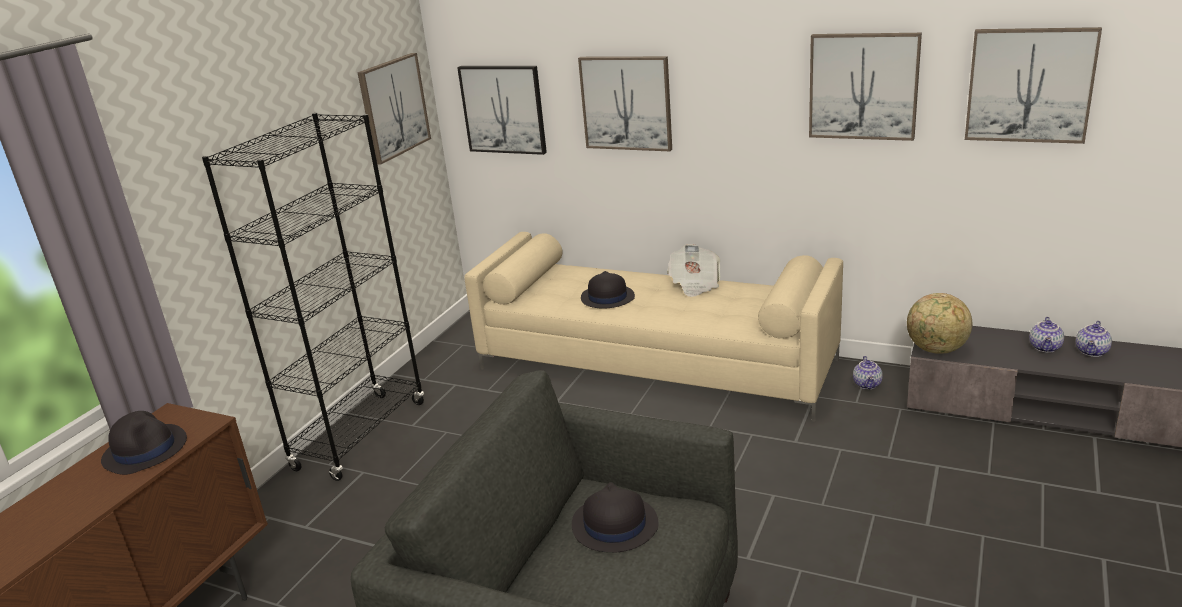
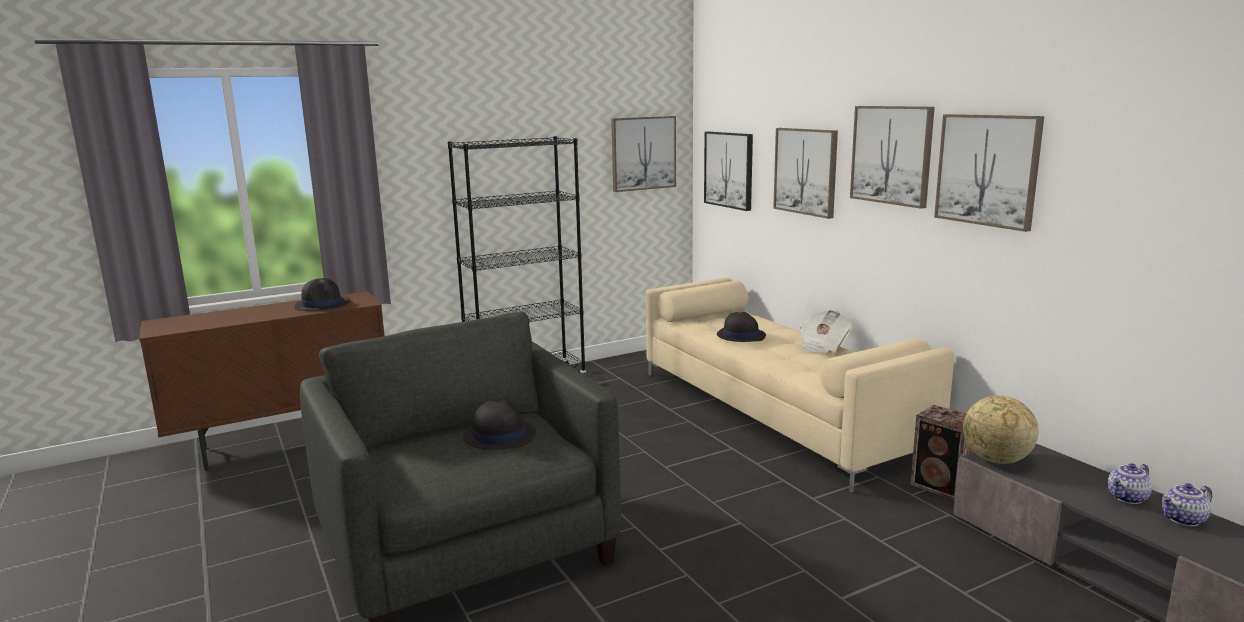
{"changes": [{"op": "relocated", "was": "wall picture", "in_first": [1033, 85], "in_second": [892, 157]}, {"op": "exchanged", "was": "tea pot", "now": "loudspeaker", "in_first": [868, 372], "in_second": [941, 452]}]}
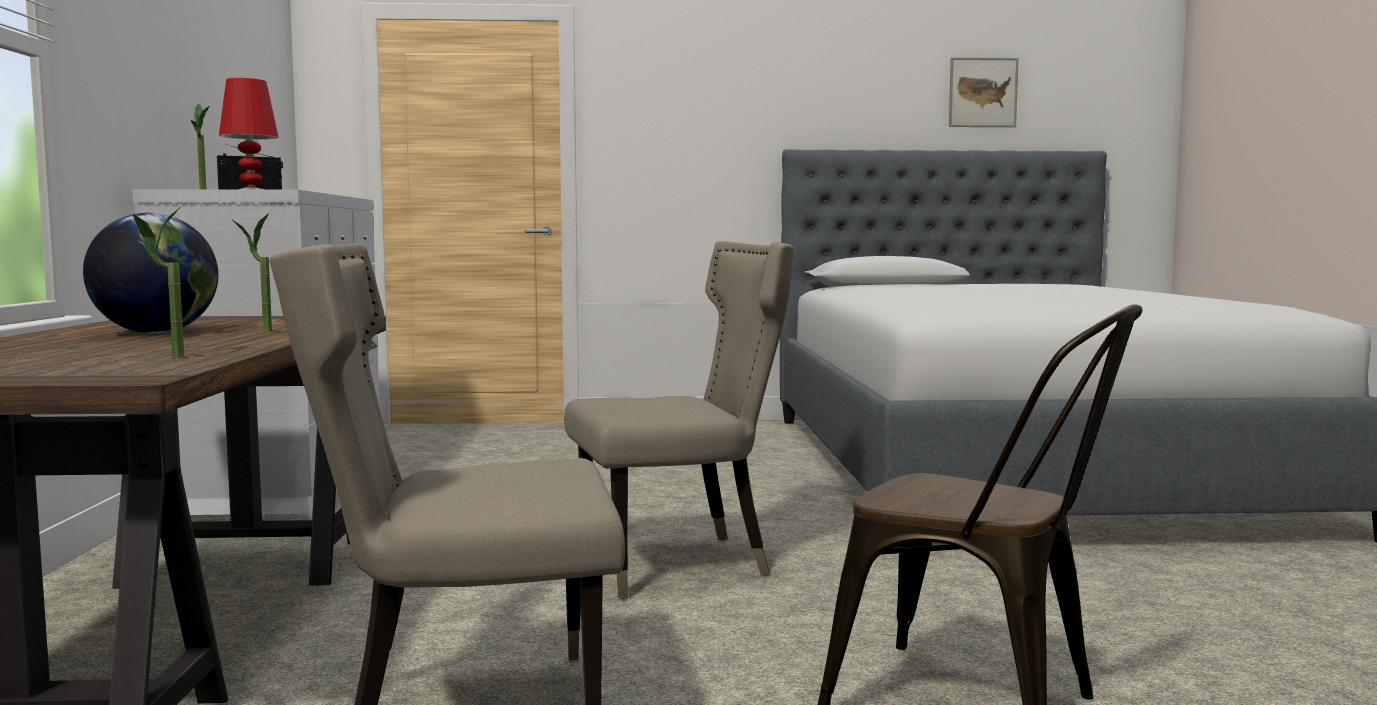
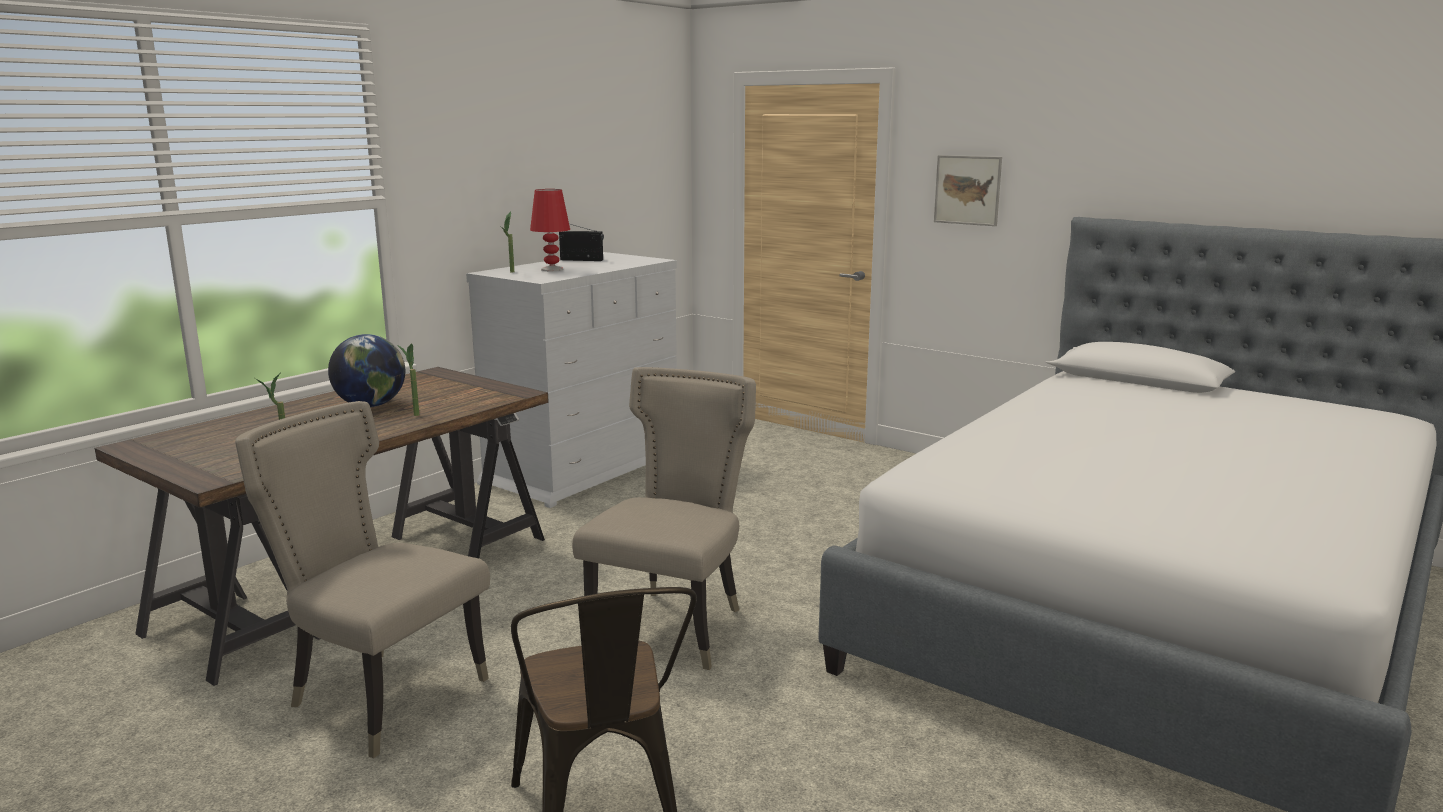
{"changes": [{"op": "relocated", "was": "wall picture", "in_first": [984, 92], "in_second": [968, 190]}, {"op": "spun", "was": "beige chair", "in_first": [679, 420], "in_second": [664, 518], "clockwise": -90}]}
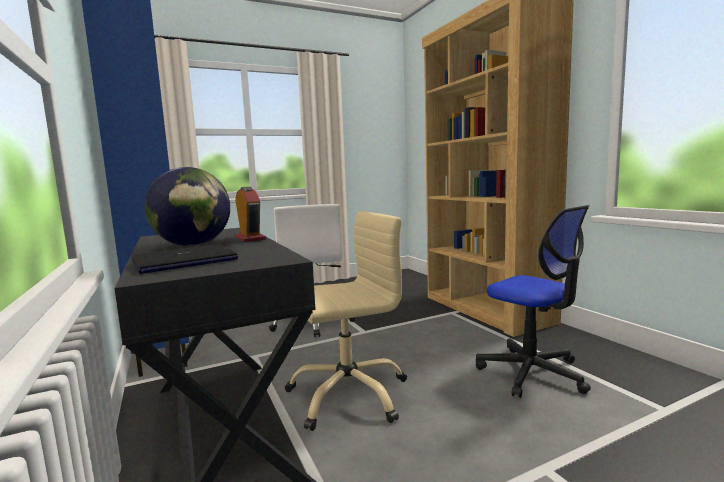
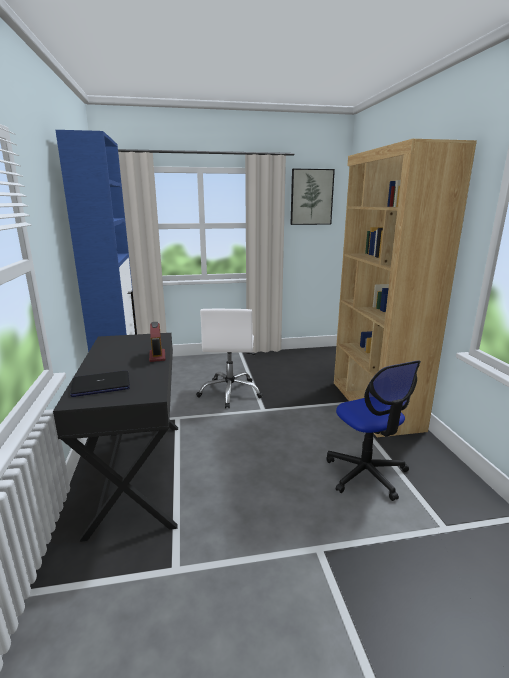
{"changes": [{"op": "missing", "was": "desk globe", "in_first": [187, 206]}, {"op": "missing", "was": "beige computer chair", "in_first": [346, 321]}, {"op": "appeared", "now": "wall picture", "in_second": [312, 197]}]}
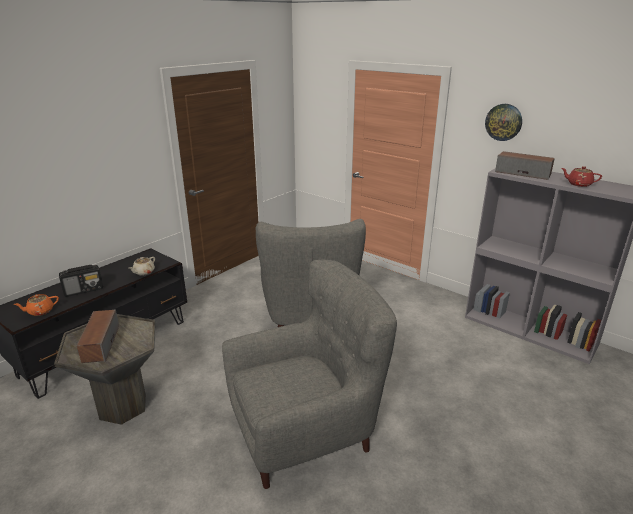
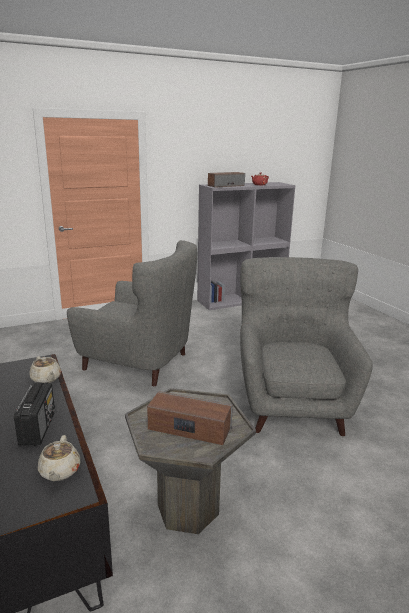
{"changes": [{"op": "missing", "was": "wall clock", "in_first": [503, 122]}, {"op": "colour", "was": "orange tea pot", "now": "beige tea pot", "in_first": [36, 305], "in_second": [59, 458]}]}
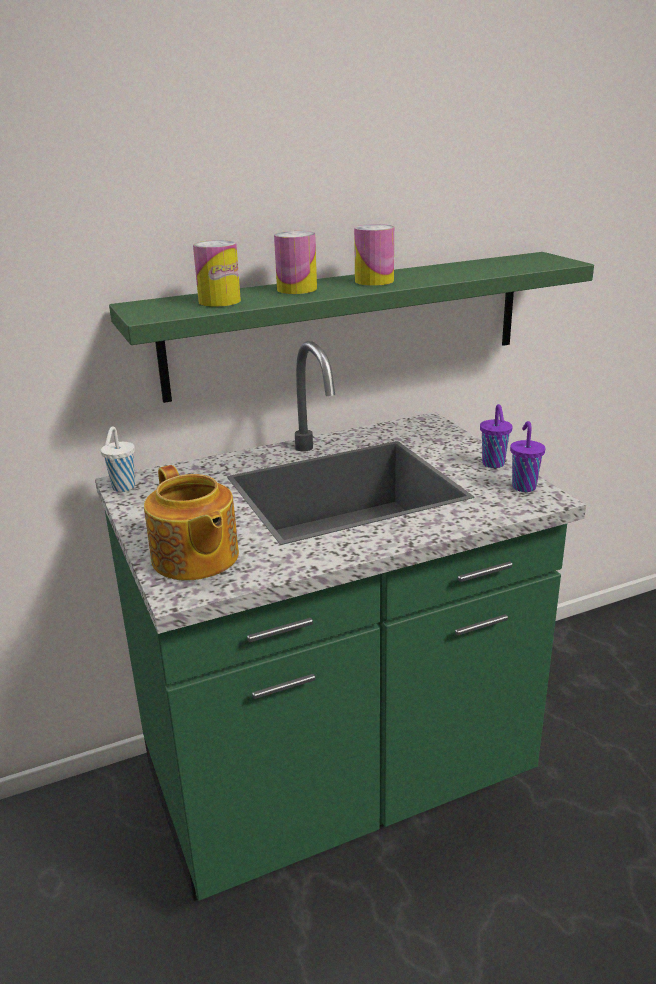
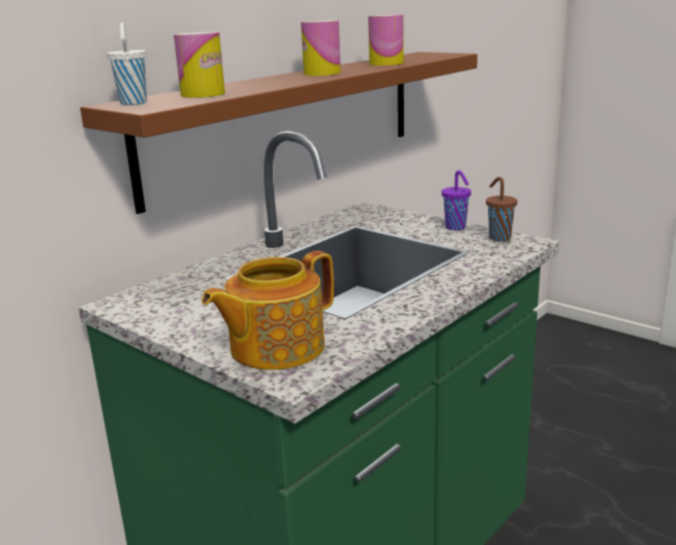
{"changes": [{"op": "relocated", "was": "white-coloured small cup", "in_first": [118, 459], "in_second": [127, 63]}, {"op": "relocated", "was": "can", "in_first": [295, 262], "in_second": [386, 40]}, {"op": "colour", "was": "green-coloured shelf", "now": "brown shelf", "in_first": [351, 327], "in_second": [278, 133]}, {"op": "colour", "was": "purple-coloured small cup", "now": "brown small cup", "in_first": [528, 456], "in_second": [501, 209]}, {"op": "spun", "was": "tea pot", "in_first": [191, 523], "in_second": [268, 310], "clockwise": 105}]}
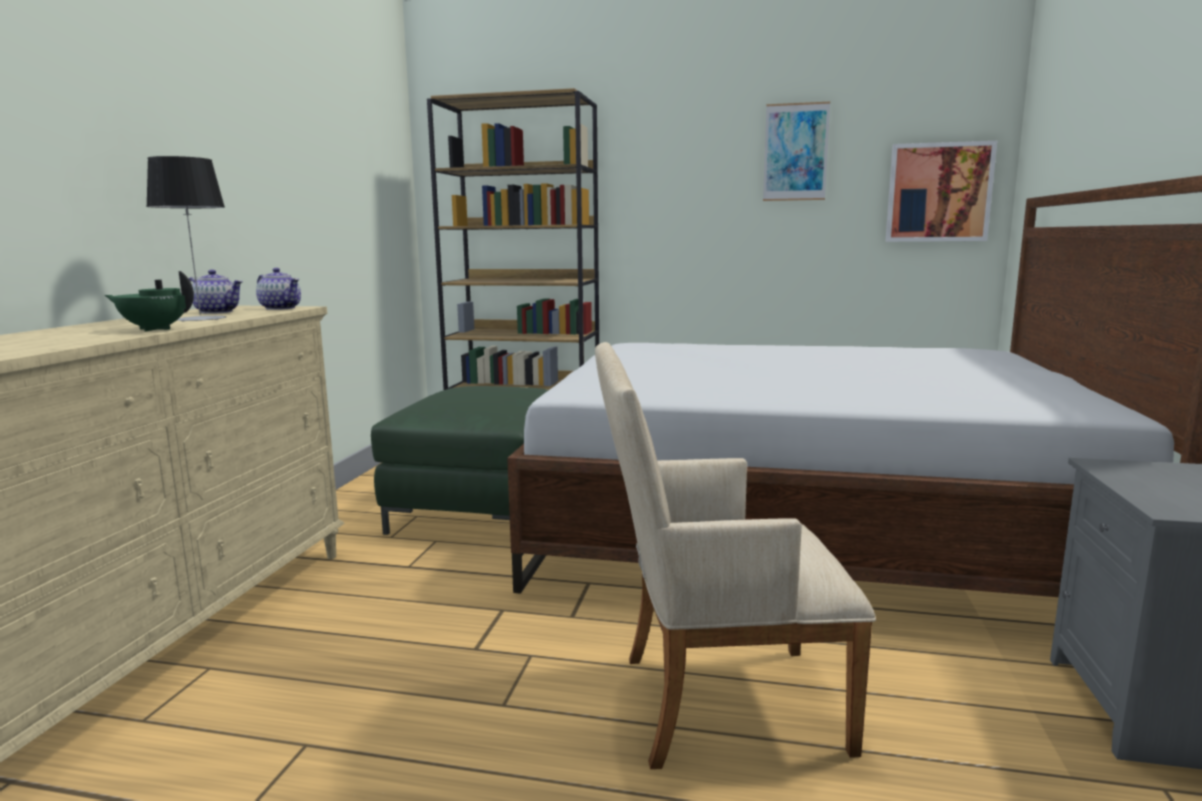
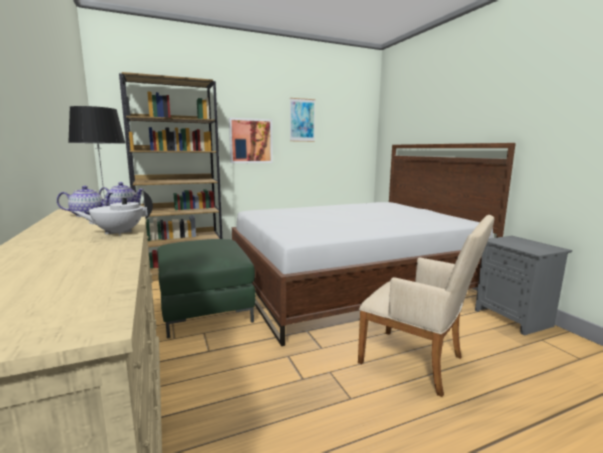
{"changes": [{"op": "relocated", "was": "wall picture", "in_first": [941, 191], "in_second": [251, 140]}, {"op": "colour", "was": "green-coloured tea pot", "now": "white-coloured tea pot", "in_first": [149, 301], "in_second": [113, 213]}, {"op": "spun", "was": "beige armchair", "in_first": [735, 555], "in_second": [426, 306], "clockwise": -105}]}
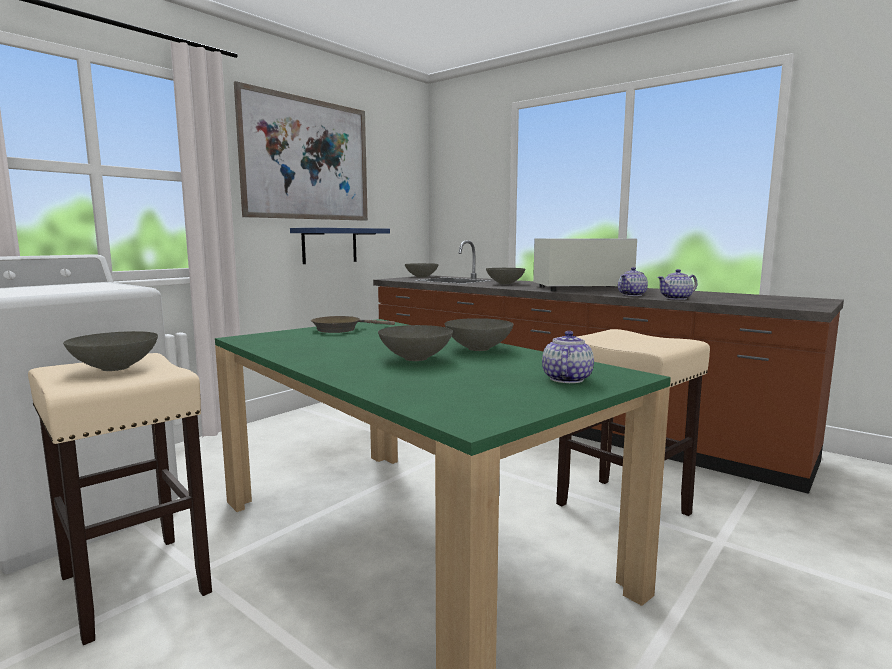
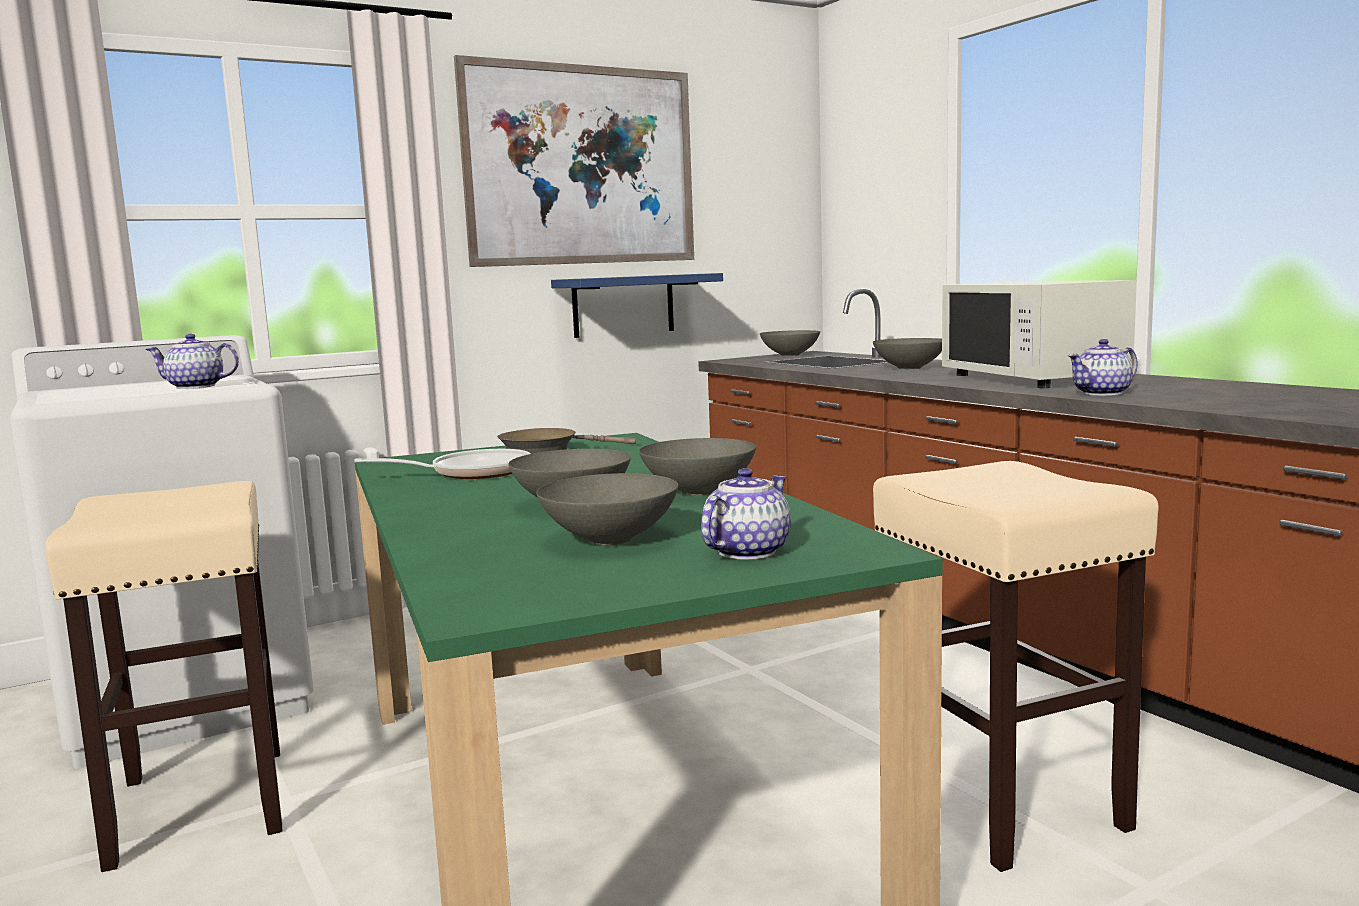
{"changes": [{"op": "appeared", "now": "skillet", "in_second": [443, 464]}, {"op": "relocated", "was": "gray deep dish", "in_first": [110, 351], "in_second": [607, 509]}, {"op": "relocated", "was": "tea pot", "in_first": [677, 284], "in_second": [192, 361]}, {"op": "spun", "was": "white-coloured kitchen microwave", "in_first": [585, 264], "in_second": [1039, 334], "clockwise": -120}]}
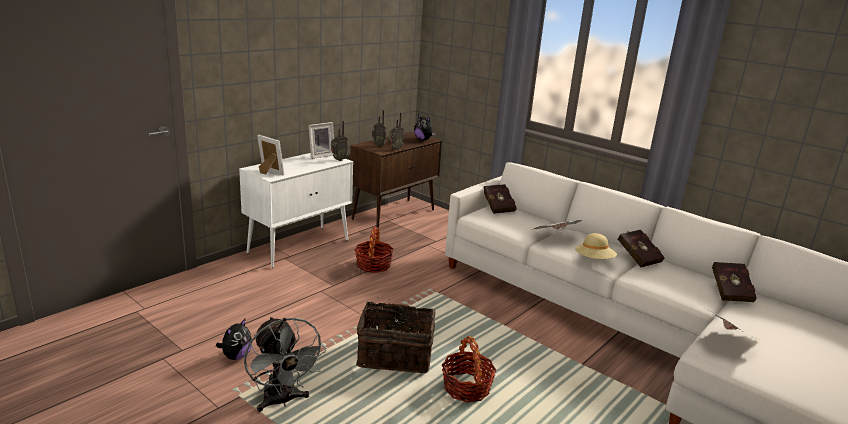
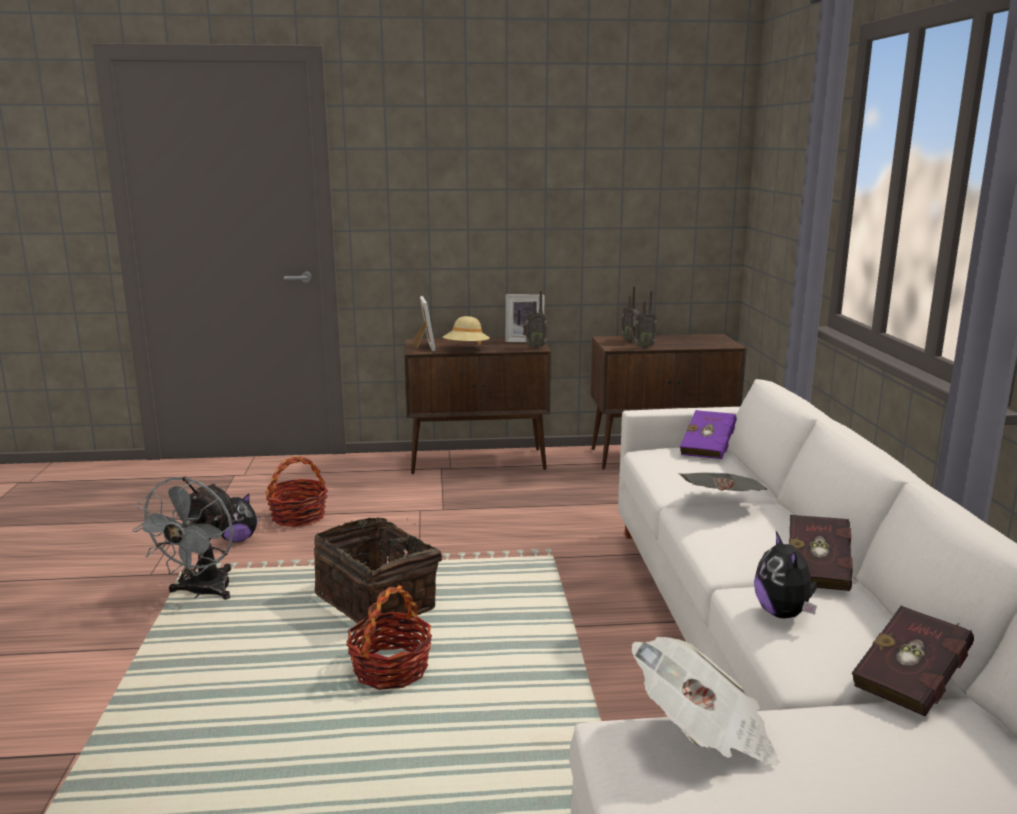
{"changes": [{"op": "relocated", "was": "storage basket", "in_first": [374, 250], "in_second": [297, 491]}, {"op": "relocated", "was": "soft toy", "in_first": [425, 127], "in_second": [785, 574]}, {"op": "relocated", "was": "beige wearable hat", "in_first": [596, 246], "in_second": [466, 330]}, {"op": "colour", "was": "white-coloured storage cabinet", "now": "brown storage cabinet", "in_first": [296, 210], "in_second": [477, 405]}, {"op": "colour", "was": "red volume", "now": "purple-coloured volume", "in_first": [500, 199], "in_second": [708, 434]}]}
